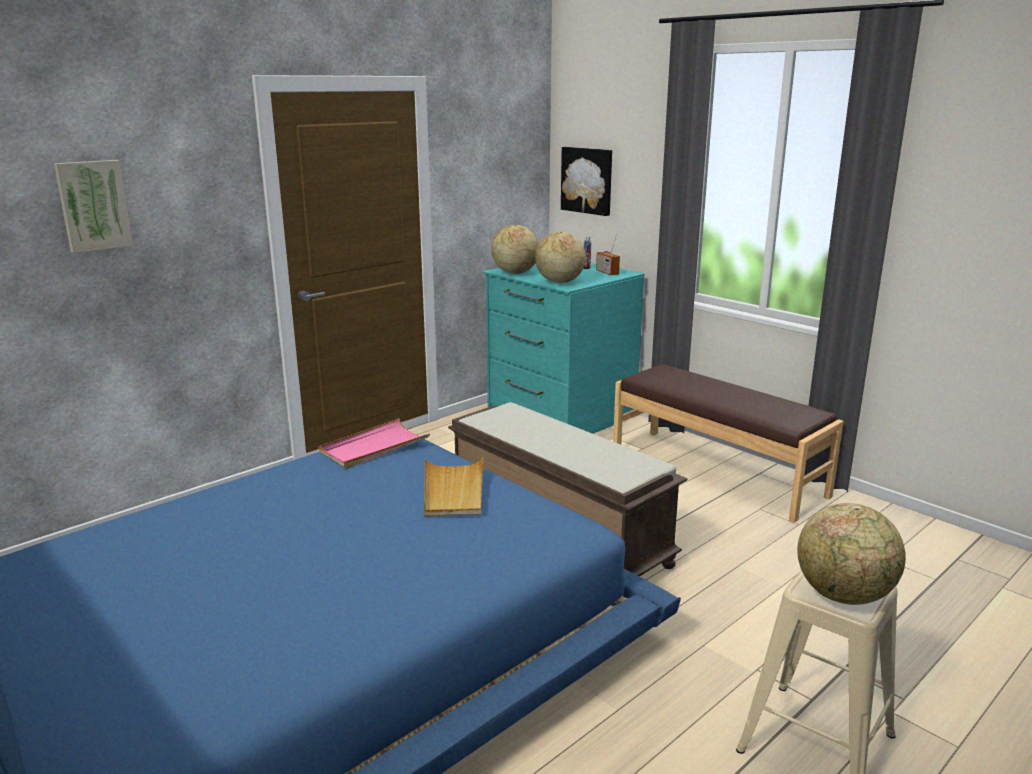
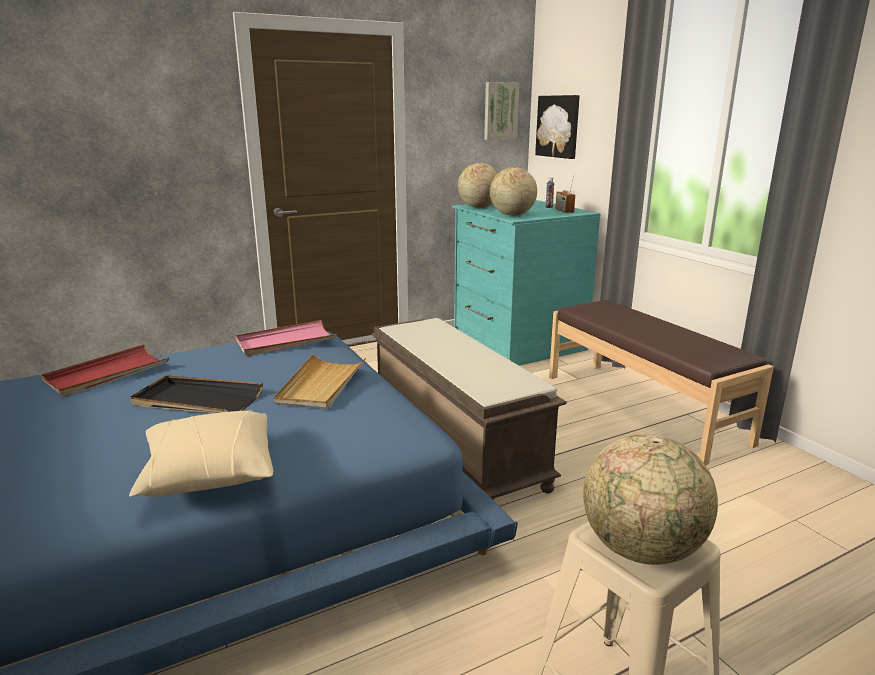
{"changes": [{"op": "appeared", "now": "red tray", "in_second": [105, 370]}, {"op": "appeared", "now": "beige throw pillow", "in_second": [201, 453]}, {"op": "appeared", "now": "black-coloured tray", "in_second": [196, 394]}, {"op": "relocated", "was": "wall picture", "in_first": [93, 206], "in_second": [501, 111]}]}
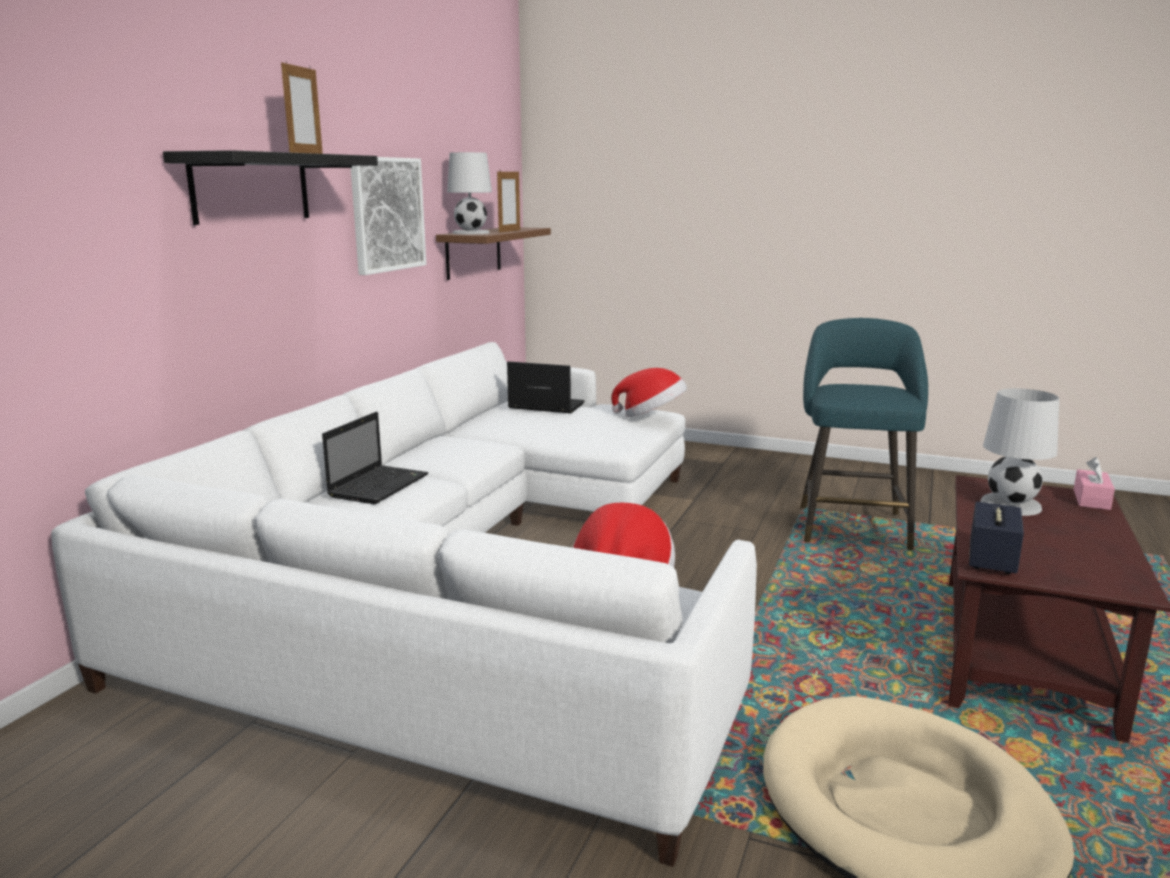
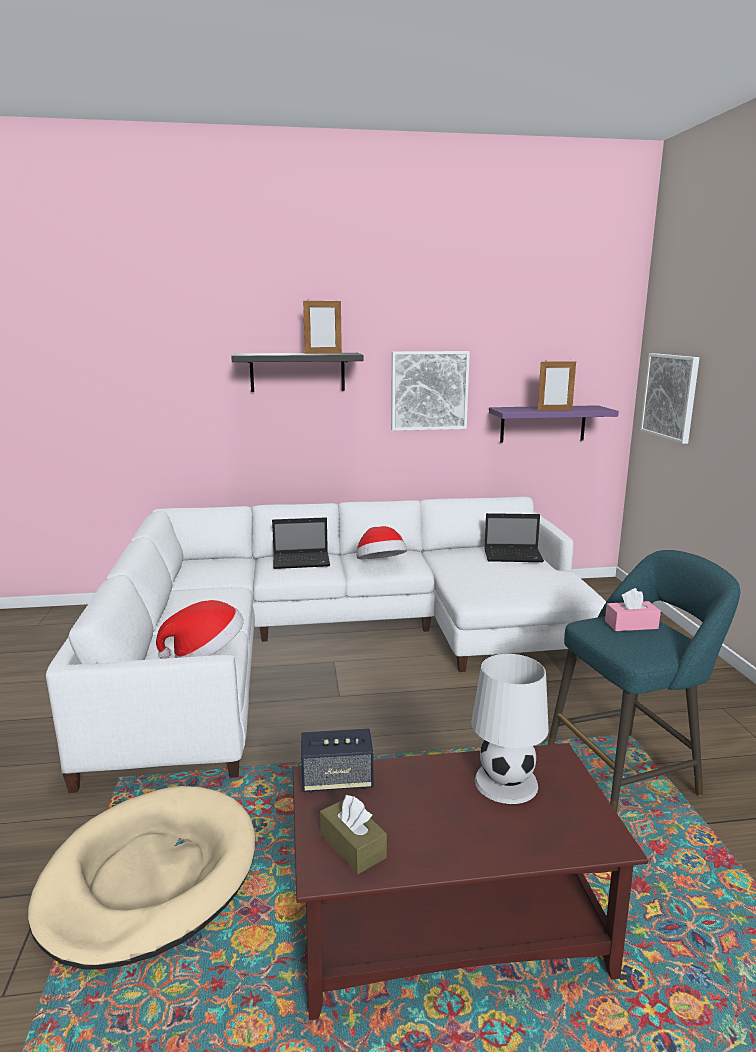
{"changes": [{"op": "missing", "was": "white-coloured table lamp", "in_first": [469, 193]}, {"op": "appeared", "now": "brown box of tissues", "in_second": [353, 834]}, {"op": "appeared", "now": "wall picture", "in_second": [669, 398]}, {"op": "relocated", "was": "wearable hat", "in_first": [649, 392], "in_second": [381, 542]}, {"op": "relocated", "was": "pink box of tissues", "in_first": [1094, 483], "in_second": [633, 609]}, {"op": "colour", "was": "brown shelf", "now": "purple-coloured shelf", "in_first": [493, 253], "in_second": [554, 423]}, {"op": "spun", "was": "notebook computer", "in_first": [546, 387], "in_second": [514, 537], "clockwise": 105}]}
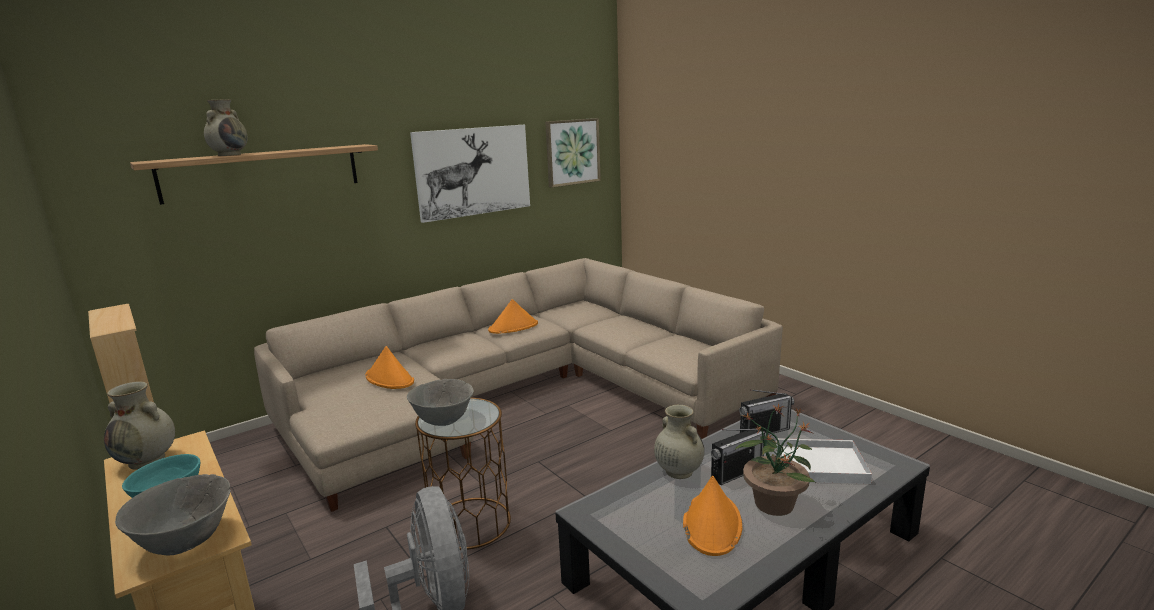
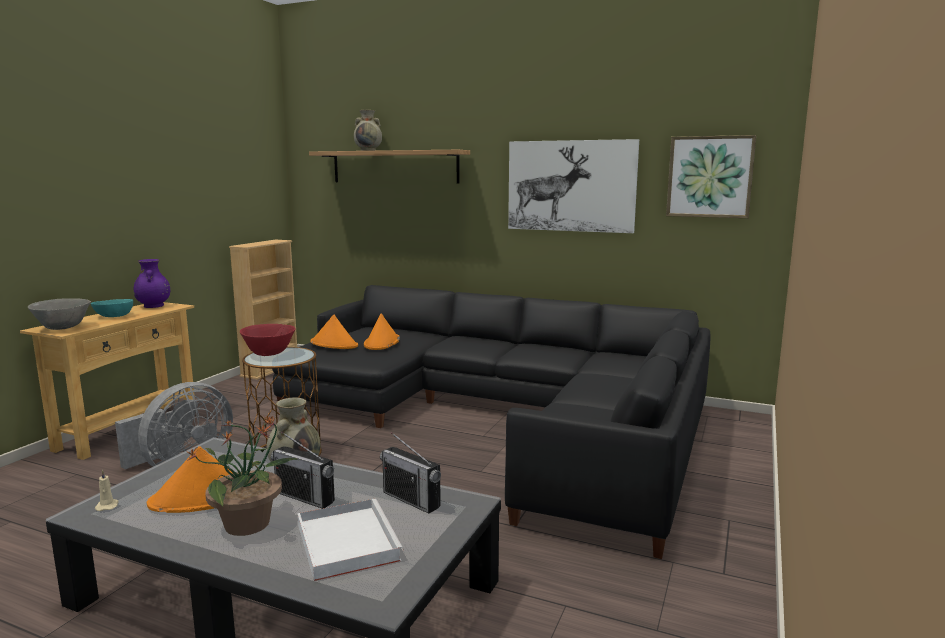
{"changes": [{"op": "appeared", "now": "beige candle", "in_second": [107, 490]}, {"op": "relocated", "was": "orange wearable hat", "in_first": [513, 316], "in_second": [334, 331]}, {"op": "colour", "was": "beige vase", "now": "purple-coloured vase", "in_first": [139, 425], "in_second": [151, 283]}, {"op": "colour", "was": "beige sofa", "now": "black-coloured sofa", "in_first": [518, 385], "in_second": [491, 422]}, {"op": "colour", "was": "gray deep dish", "now": "red deep dish", "in_first": [440, 402], "in_second": [268, 340]}]}
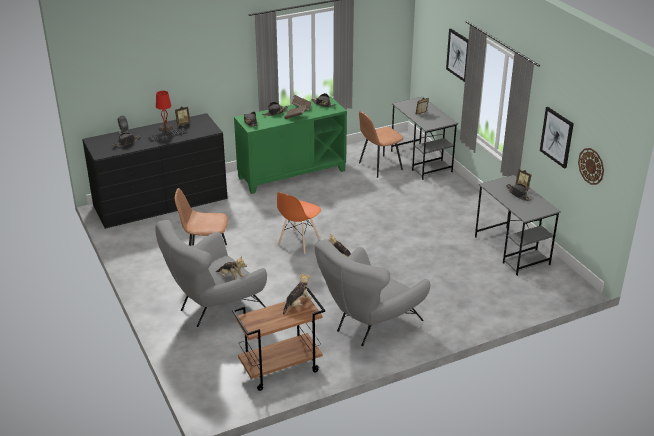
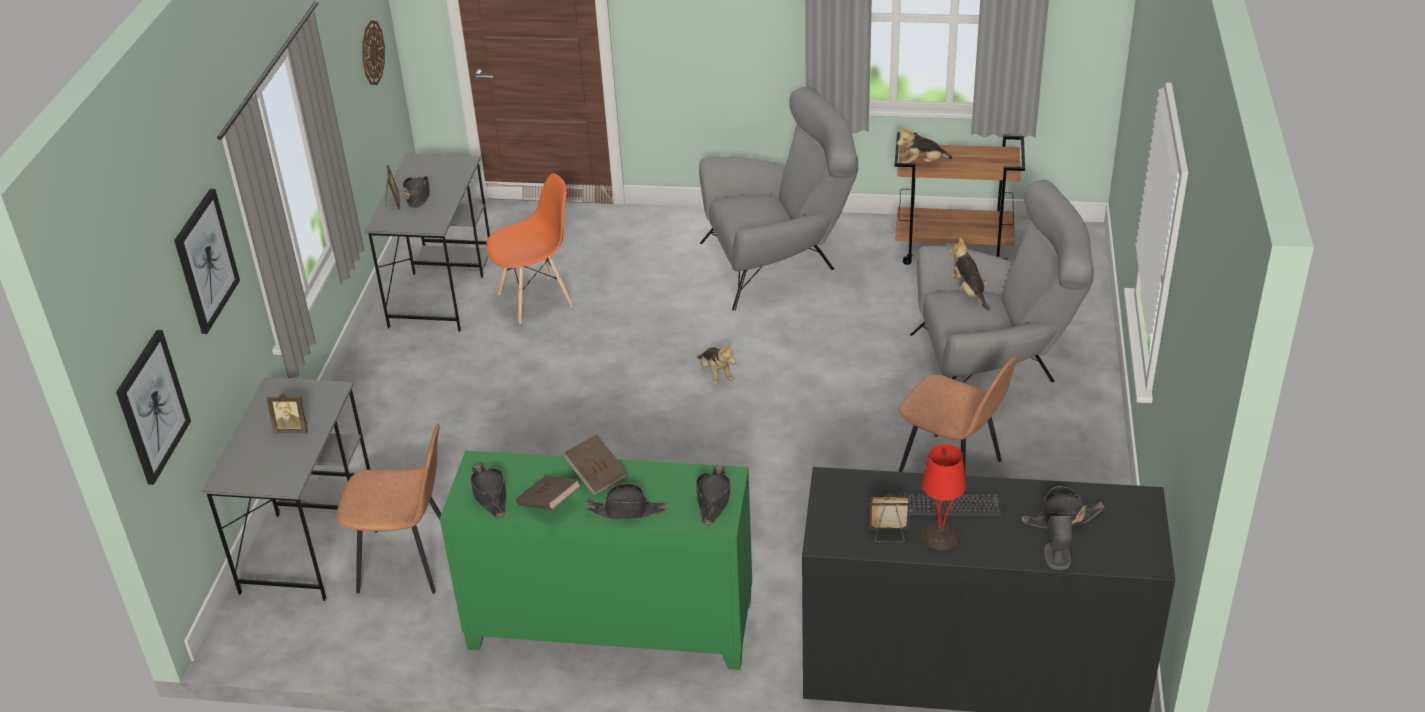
{"changes": [{"op": "relocated", "was": "orange chair", "in_first": [299, 223], "in_second": [529, 248]}, {"op": "relocated", "was": "wall picture", "in_first": [557, 138], "in_second": [153, 407]}]}
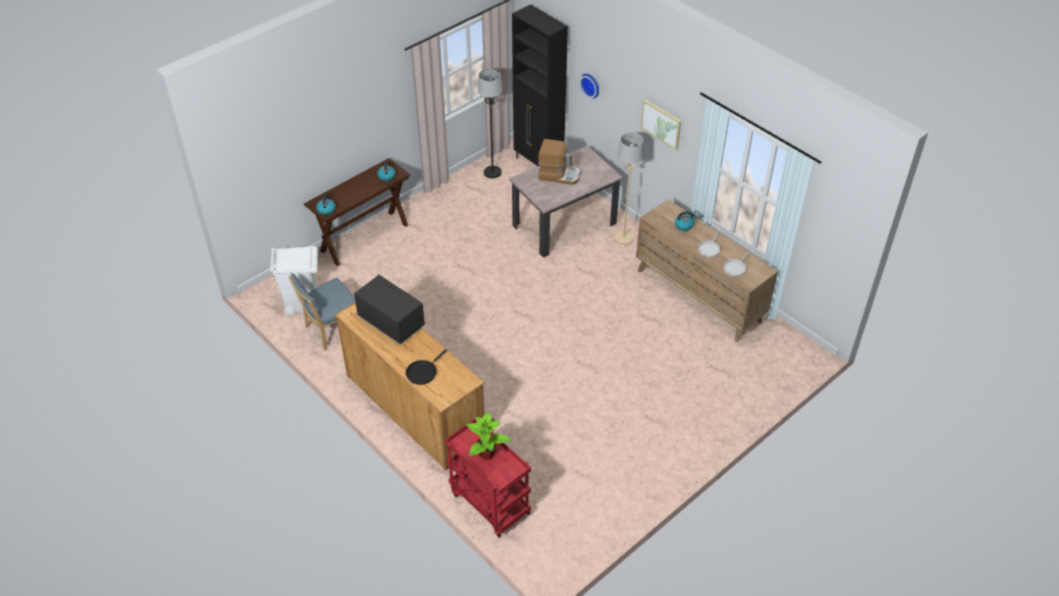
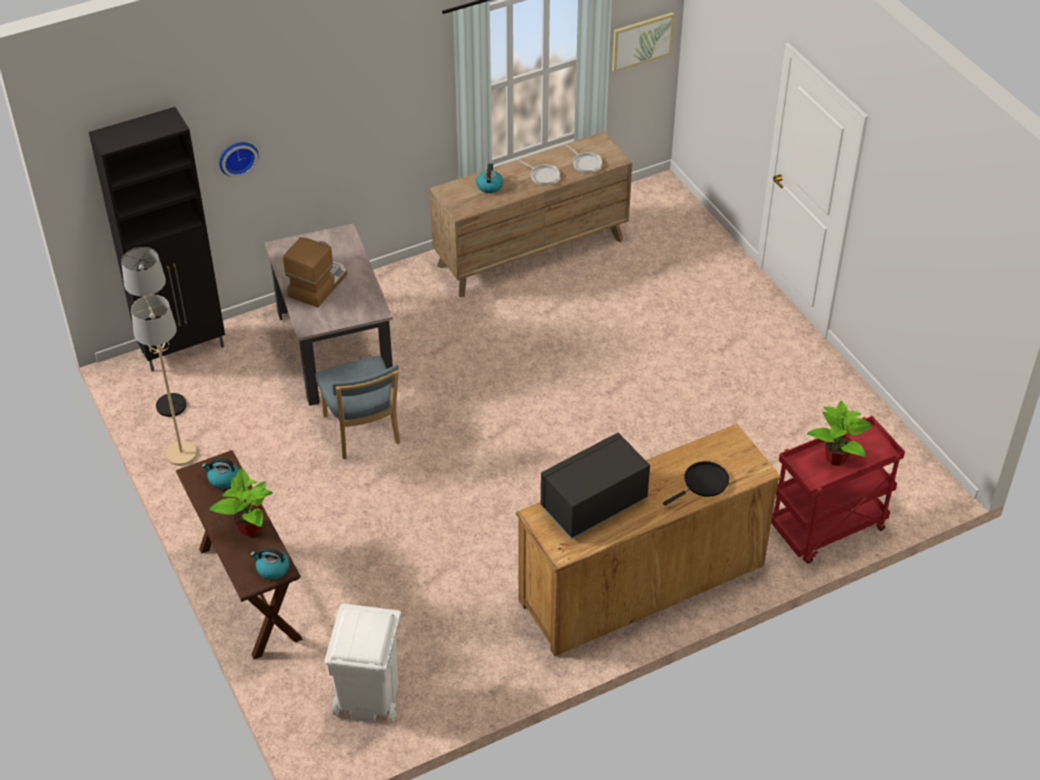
{"changes": [{"op": "appeared", "now": "potted plant", "in_second": [241, 502]}, {"op": "relocated", "was": "blue chair", "in_first": [322, 312], "in_second": [357, 407]}, {"op": "relocated", "was": "beige floor lamp", "in_first": [629, 189], "in_second": [164, 380]}, {"op": "relocated", "was": "wall picture", "in_first": [661, 124], "in_second": [643, 42]}, {"op": "spun", "was": "black-coloured skillet", "in_first": [426, 367], "in_second": [696, 483], "clockwise": -90}]}
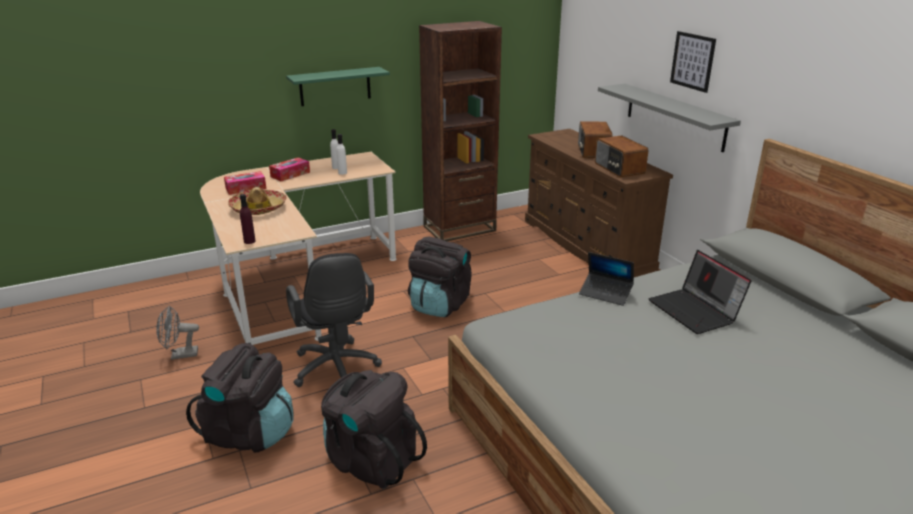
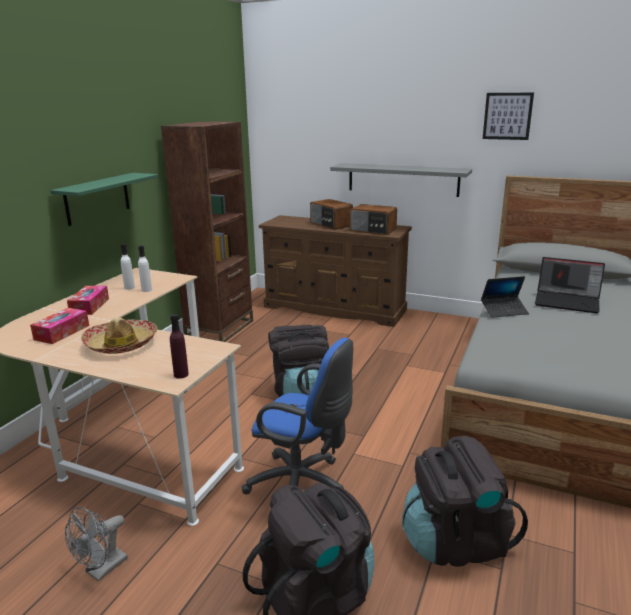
{"changes": [{"op": "relocated", "was": "wall picture", "in_first": [693, 62], "in_second": [508, 116]}, {"op": "colour", "was": "black-coloured computer chair", "now": "blue computer chair", "in_first": [334, 320], "in_second": [297, 416]}]}
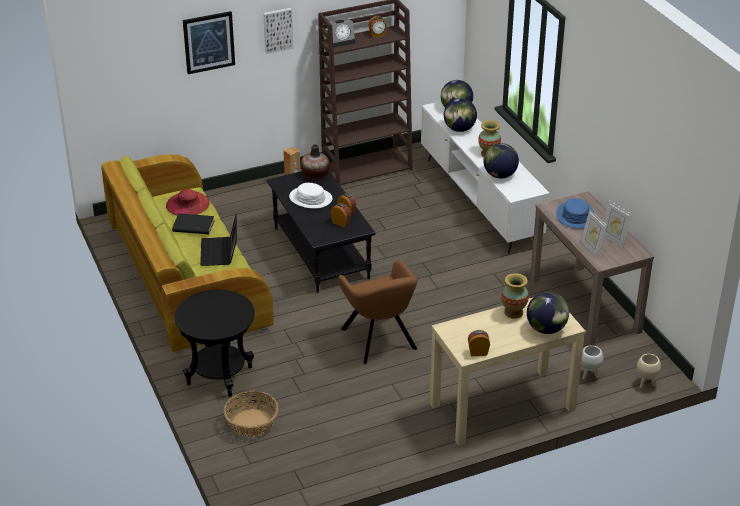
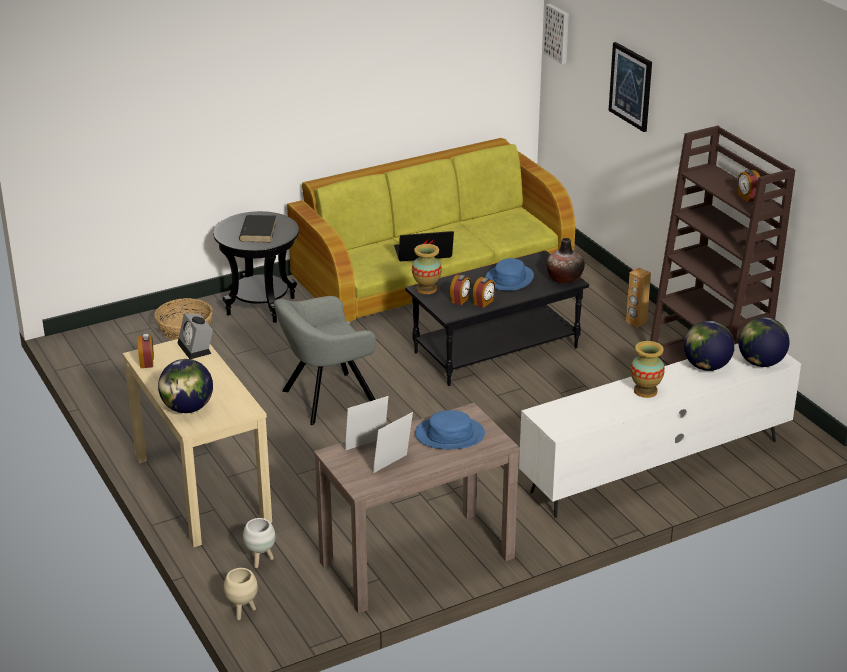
{"changes": [{"op": "missing", "was": "red wearable hat", "in_first": [188, 202]}, {"op": "missing", "was": "desk globe", "in_first": [501, 160]}, {"op": "relocated", "was": "black-coloured volume", "in_first": [193, 223], "in_second": [258, 229]}, {"op": "relocated", "was": "wall picture", "in_first": [278, 31], "in_second": [556, 34]}, {"op": "relocated", "was": "bedside clock", "in_first": [343, 34], "in_second": [195, 336]}, {"op": "relocated", "was": "vase", "in_first": [515, 296], "in_second": [427, 269]}, {"op": "colour", "was": "white-coloured wearable hat", "now": "blue wearable hat", "in_first": [310, 196], "in_second": [509, 274]}, {"op": "colour", "was": "brown armchair", "now": "gray armchair", "in_first": [378, 312], "in_second": [325, 360]}]}
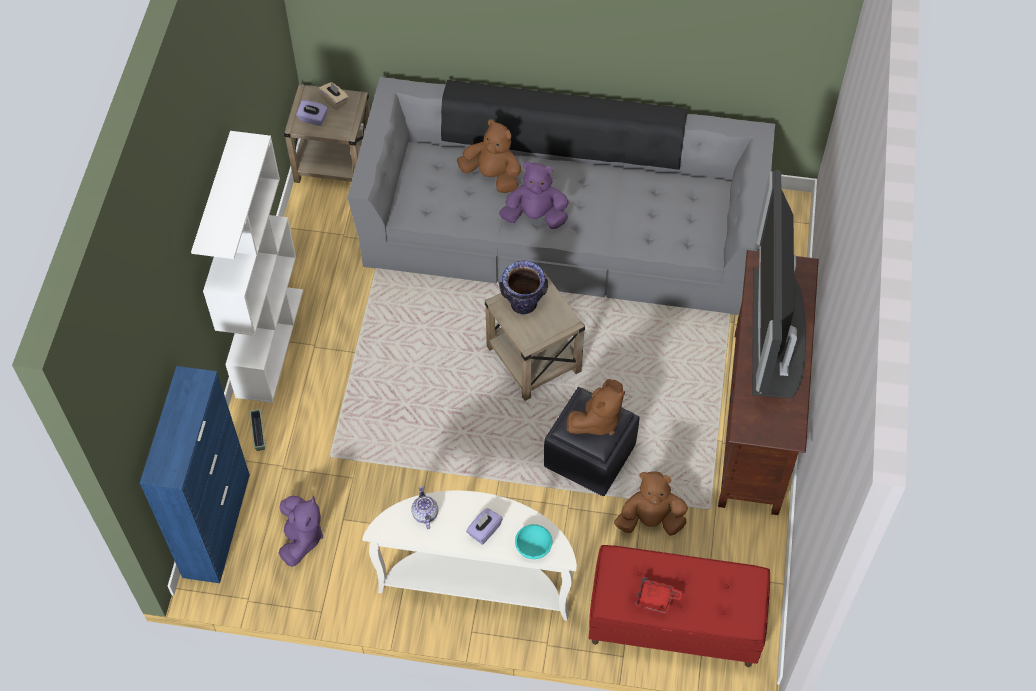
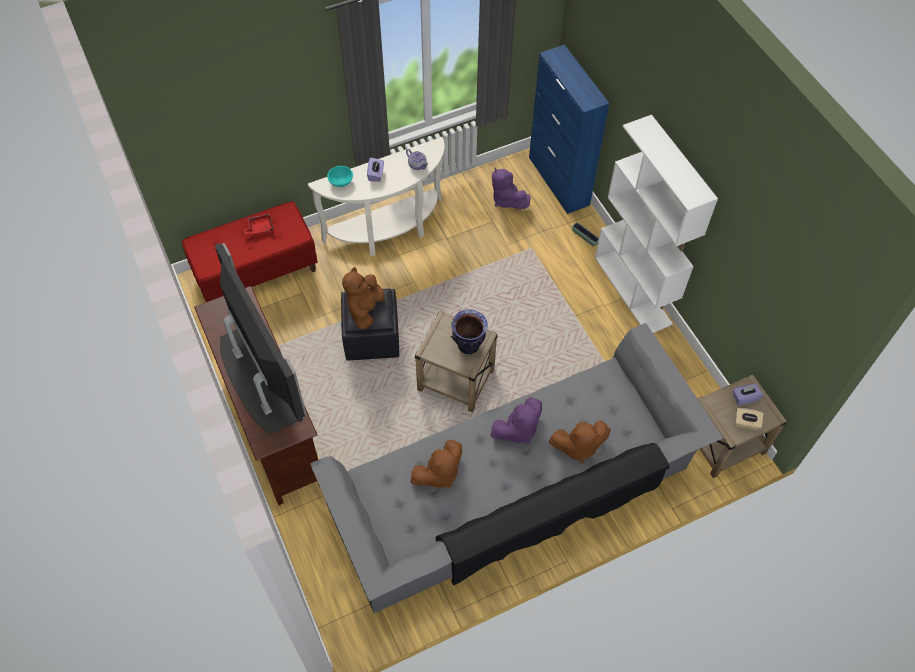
{"changes": [{"op": "relocated", "was": "brown soft toy", "in_first": [651, 503], "in_second": [436, 464]}]}
